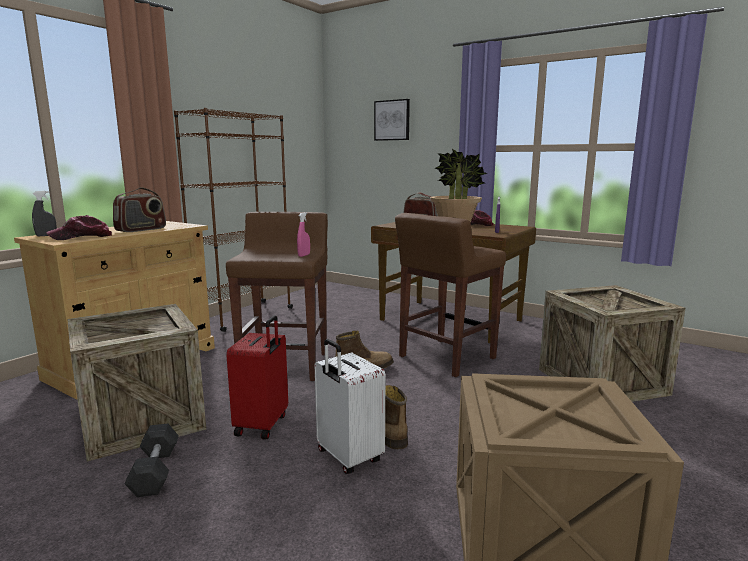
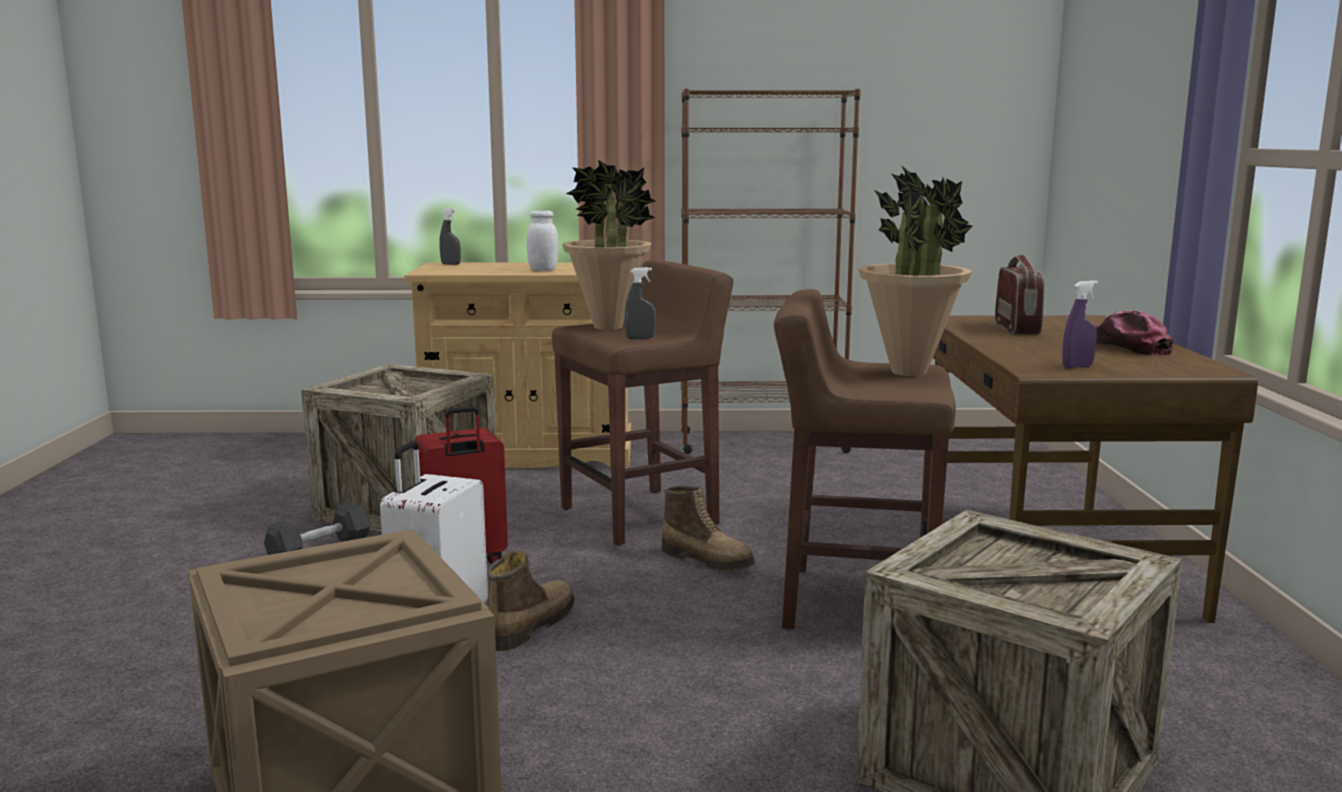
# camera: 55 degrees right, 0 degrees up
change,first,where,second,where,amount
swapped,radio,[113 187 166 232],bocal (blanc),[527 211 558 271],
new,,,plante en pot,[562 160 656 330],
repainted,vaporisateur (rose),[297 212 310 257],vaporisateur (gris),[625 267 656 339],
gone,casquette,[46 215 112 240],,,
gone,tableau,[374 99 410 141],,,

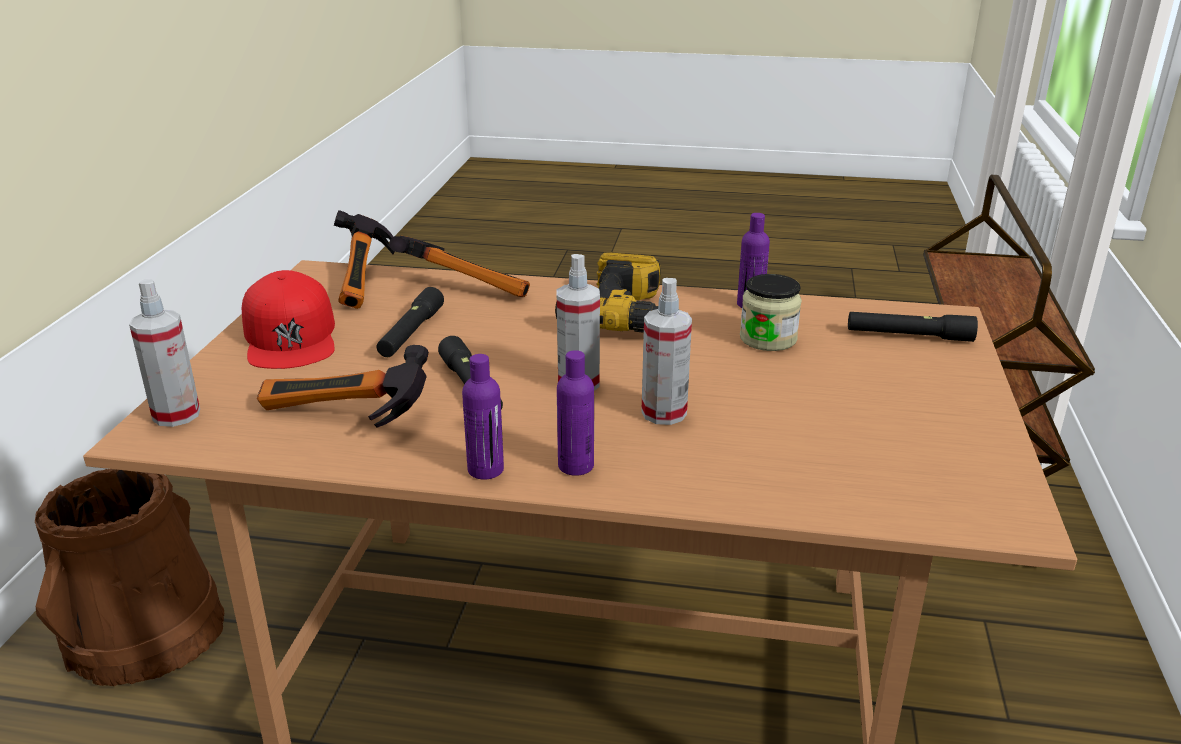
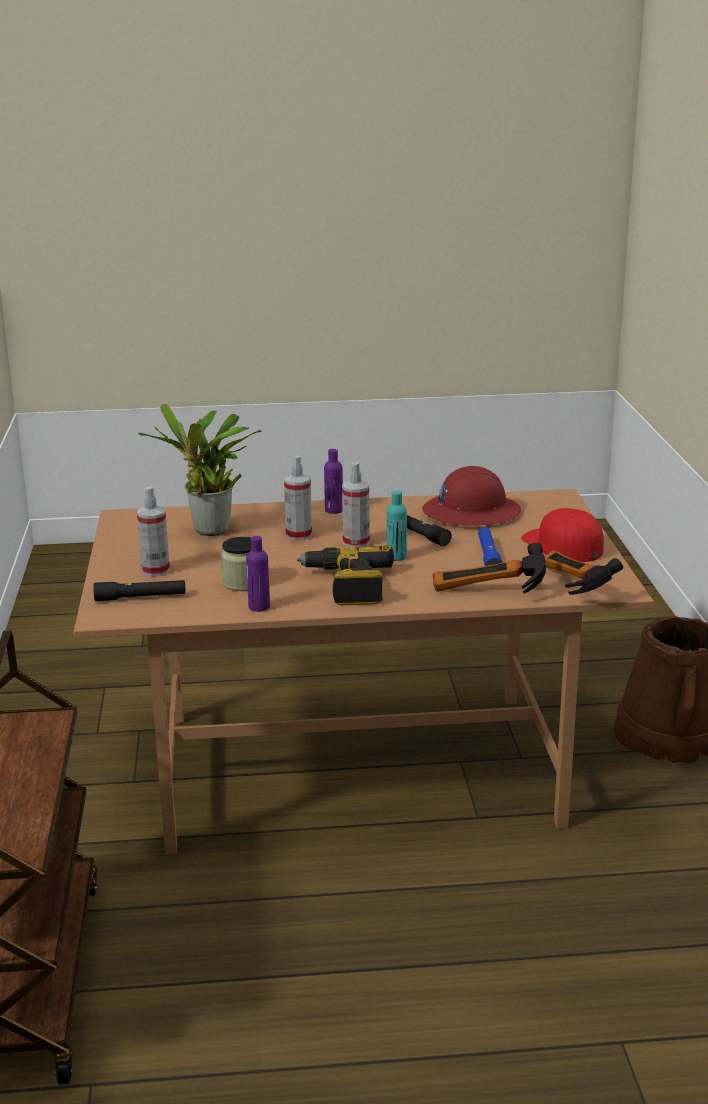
# camera: 165 degrees right, 5 degrees down
change,first,where,second,where,amount
new,,,plante en pot,[137 404 261 536],
shifted,vaporisateur,[129 279 200 427],,[137 486 170 577],
new,,,bouteille (turquoise),[387 491 407 561],
swapped,marteau,[257 345 429 427],casque de chantier (rouge),[422 466 521 526],
repainted,lampe de poche (noir),[377 287 444 357],lampe de poche (bleu),[478 527 503 566],
gone,bouteille (violet),[462 354 504 480],,,

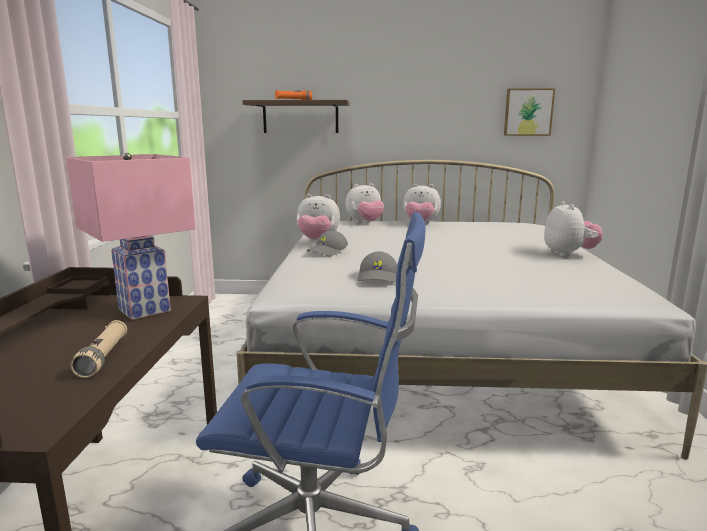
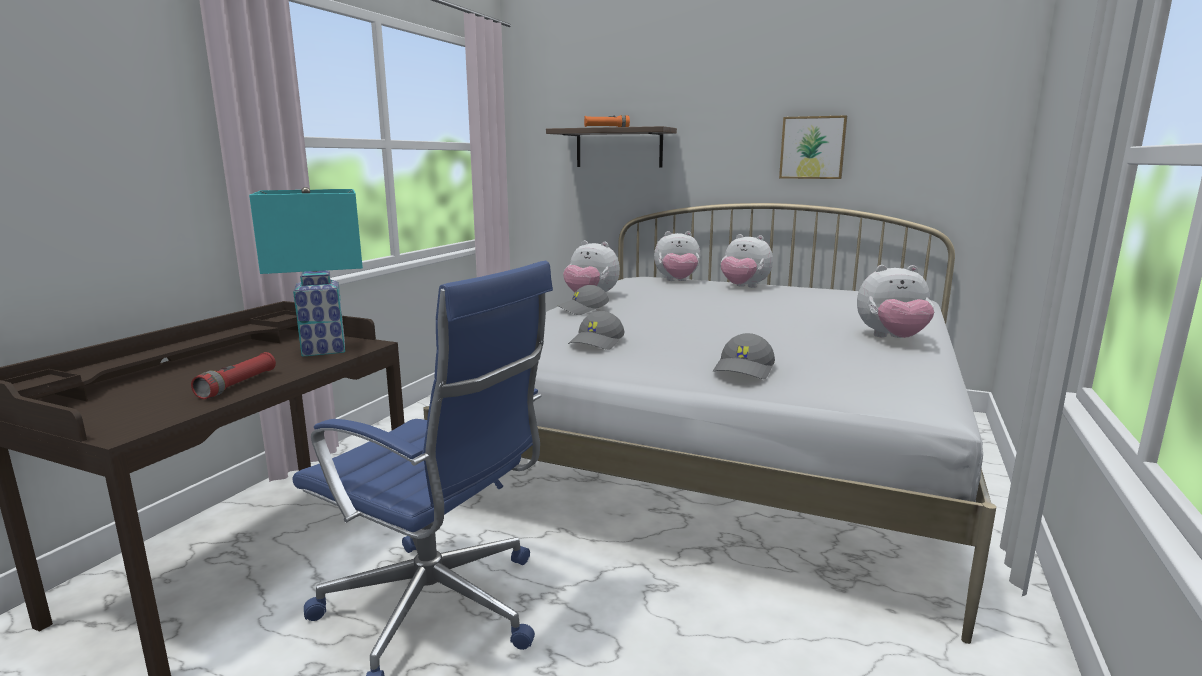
# camera: 20 degrees right, 0 degrees up
change,first,where,second,where,amount
repainted,lampe de poche (beige),[70 320 127 378],lampe de poche (rouge),[191 352 276 399],
repainted,lampe de table (rose),[66 153 196 320],lampe de table (turquoise),[249 187 363 356],
new,,,casquette (gris),[713 333 775 379],
shifted,tableau,[504 88 555 136],,[779 115 847 179],
rotated,peluche,[544 201 603 257],,[857 265 934 338],75 degrees clockwise

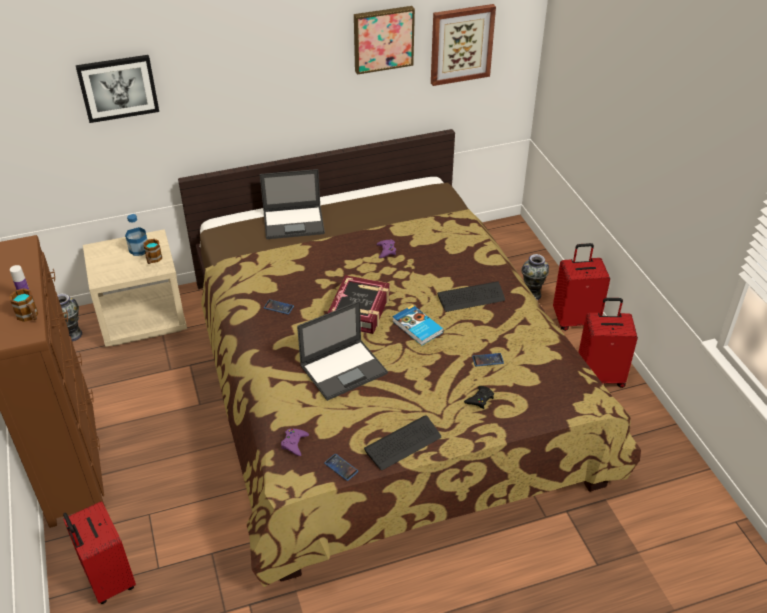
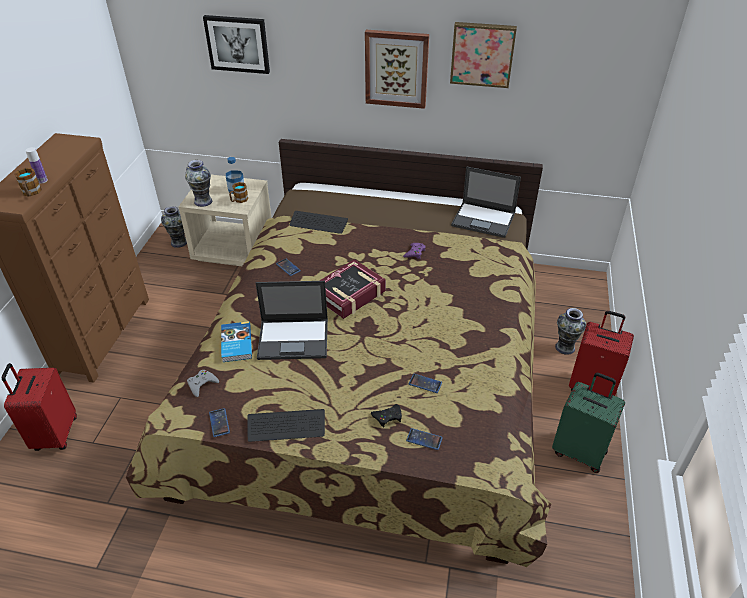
# camera: 30 degrees right, 0 degrees up
change,first,where,second,where,amount
new,,,vase,[185 160 212 207],
repainted,manette (violet),[281 429 309 456],manette (gris),[187 370 219 397],
shifted,livre,[392 305 443 345],,[221 321 252 362],
shifted,clavier,[437 281 505 312],,[290 211 348 234],
shifted,tableau,[431 4 496 86],,[365 30 429 109],
new,,,téléphone,[406 428 443 450],
shifted,ordinateur portable,[260 169 325 239],,[451 166 521 238],
repainted,valise (rouge),[578 298 638 388],valise (vert),[552 373 625 473],

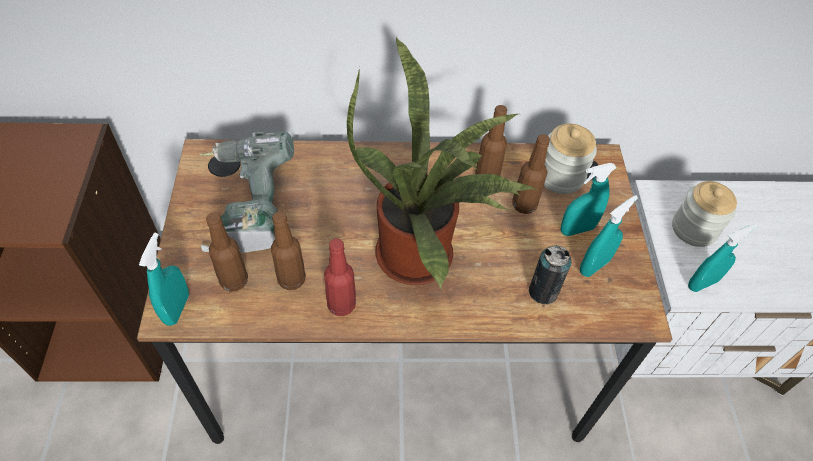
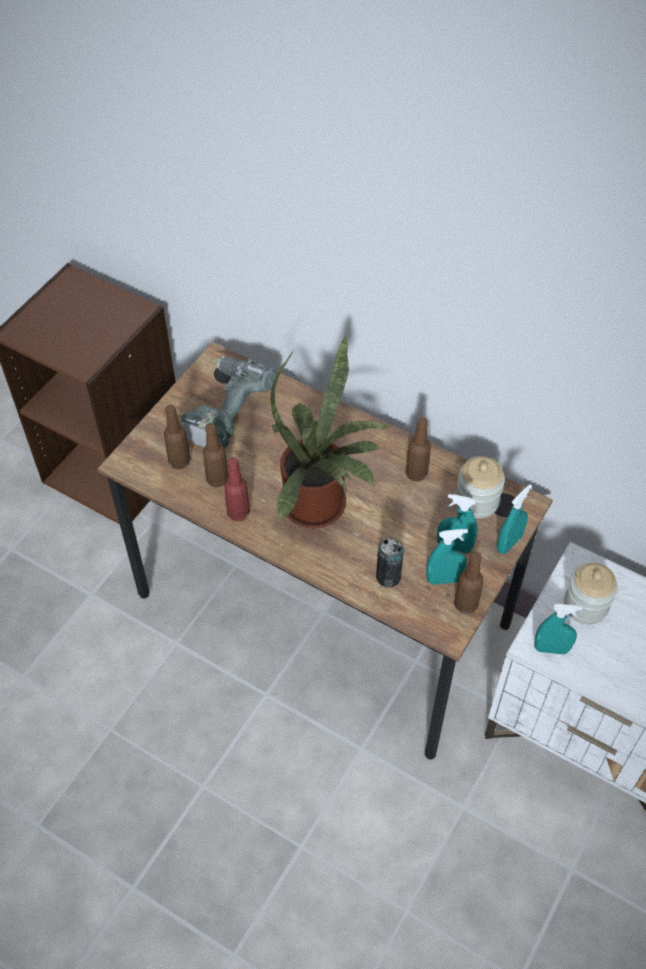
# camera: 35 degrees right, 0 degrees up
change,first,where,second,where,amount
shifted,bouteille (marron),[512 134 550 214],,[454 552 483 614],
shifted,vaporisateur (turquoise),[139 233 189 326],,[497 484 532 554],

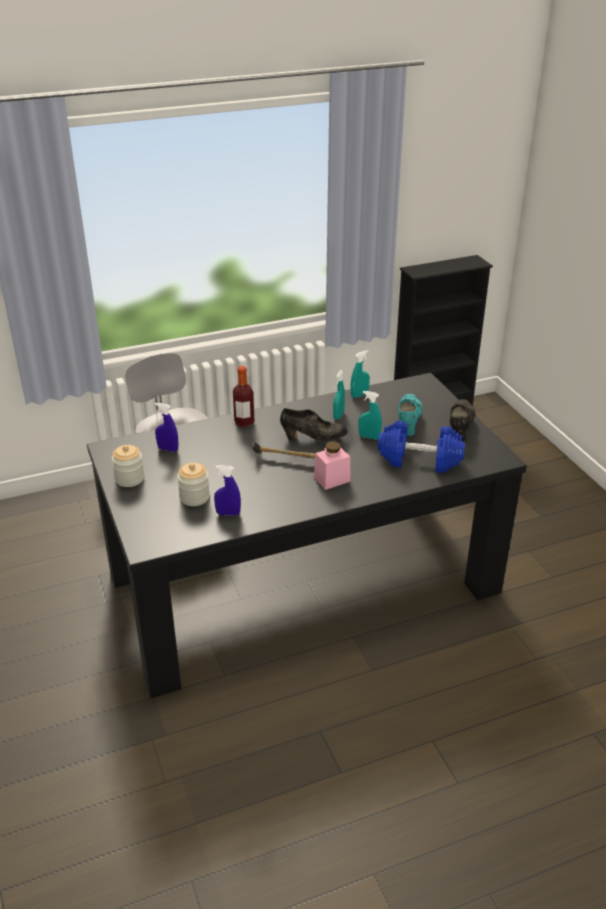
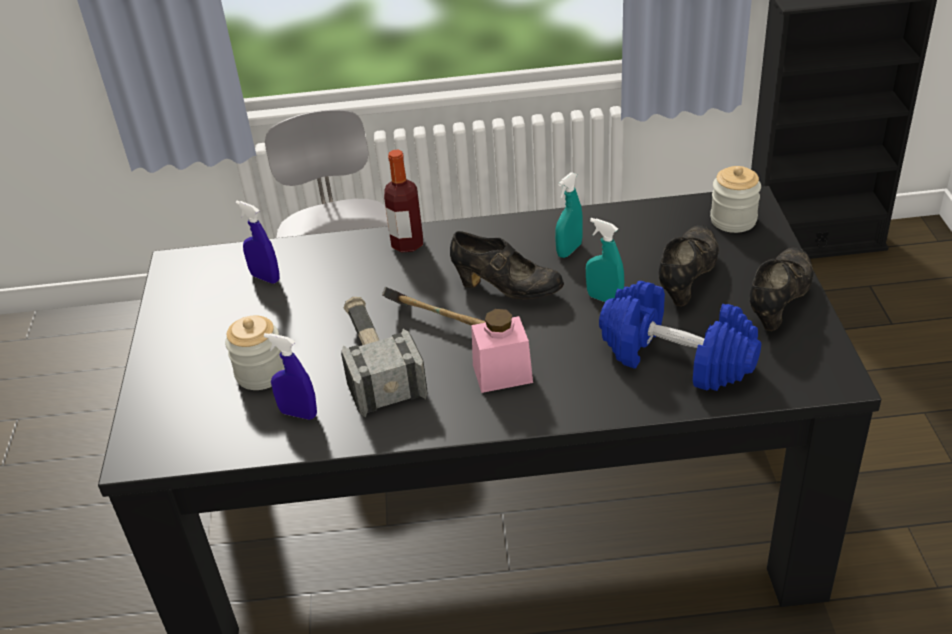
# camera: 20 degrees right, 5 degrees up
change,first,where,second,where,amount
new,,,marteau,[341 297 427 418],
repainted,chaussure (turquoise),[398 394 423 436],chaussure (noir),[659 225 719 306],
shifted,bocal,[112 445 145 487],,[710 166 761 233],
gone,vaporisateur (turquoise),[351 350 370 398],,,

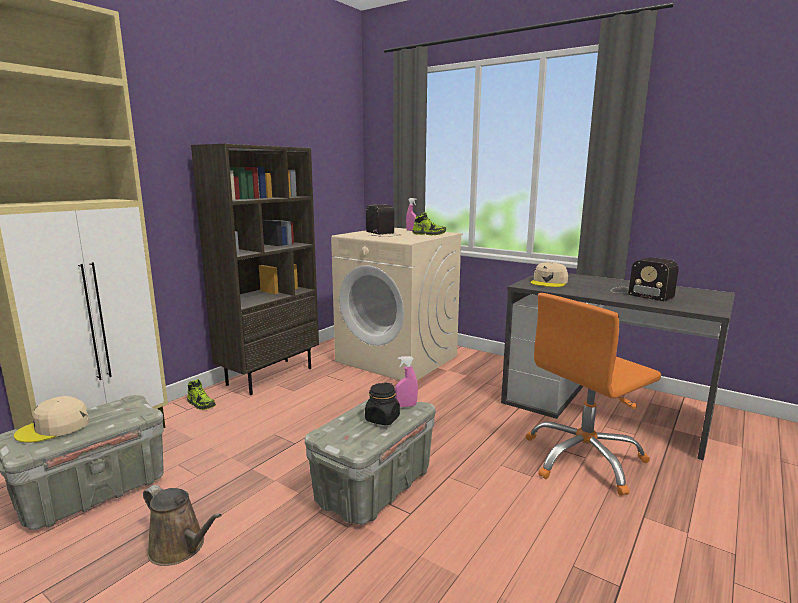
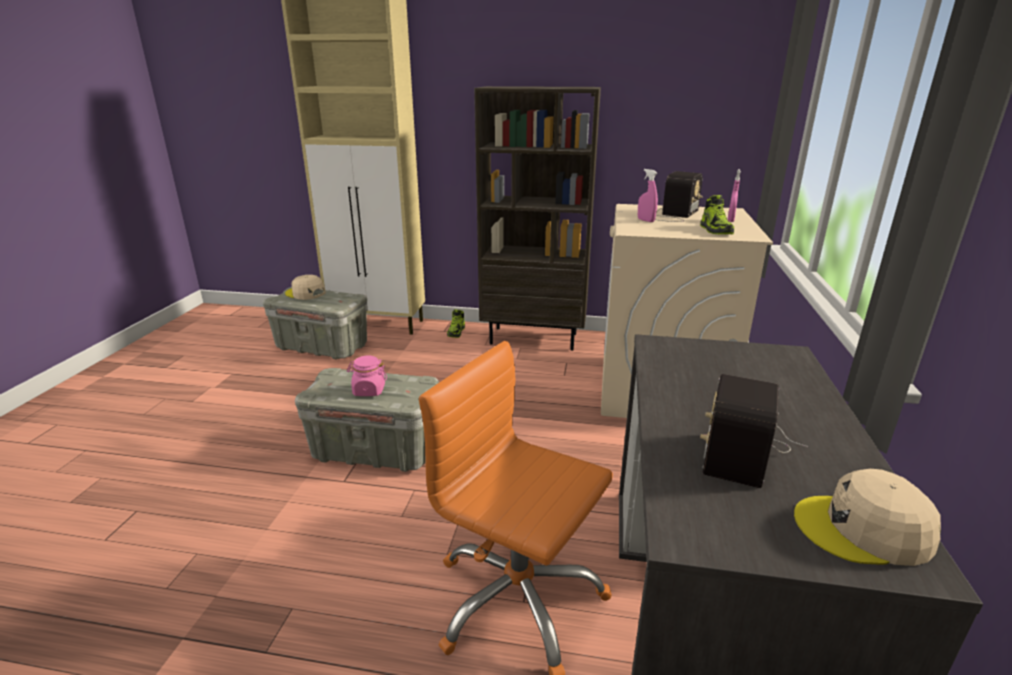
# camera: 65 degrees right, 10 degrees up
change,first,where,second,where,amount
repainted,bocal (noir),[365 382 400 425],bocal (rose),[347 356 387 396],
shifted,vaporisateur (rose),[395 356 418 407],,[638 169 658 222],
shifted,casquette (beige),[531 262 568 287],,[794 469 941 566],
gone,arrosoir (marron),[143 485 222 566],,,

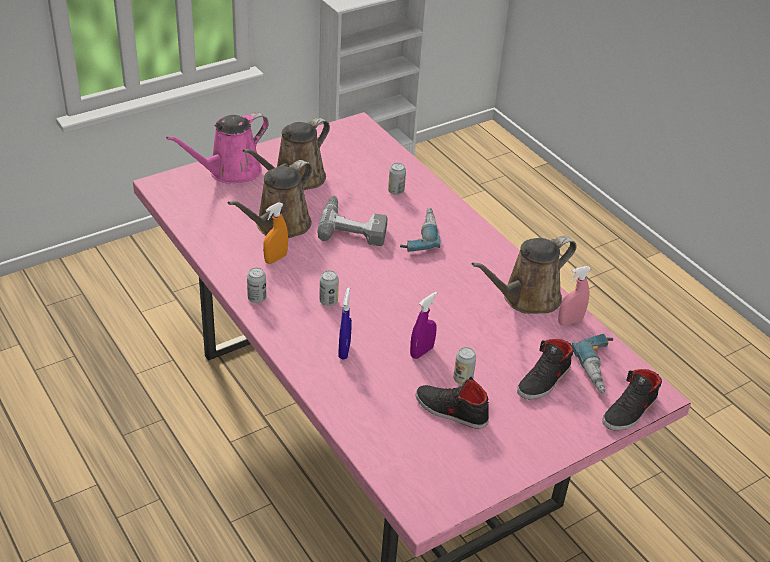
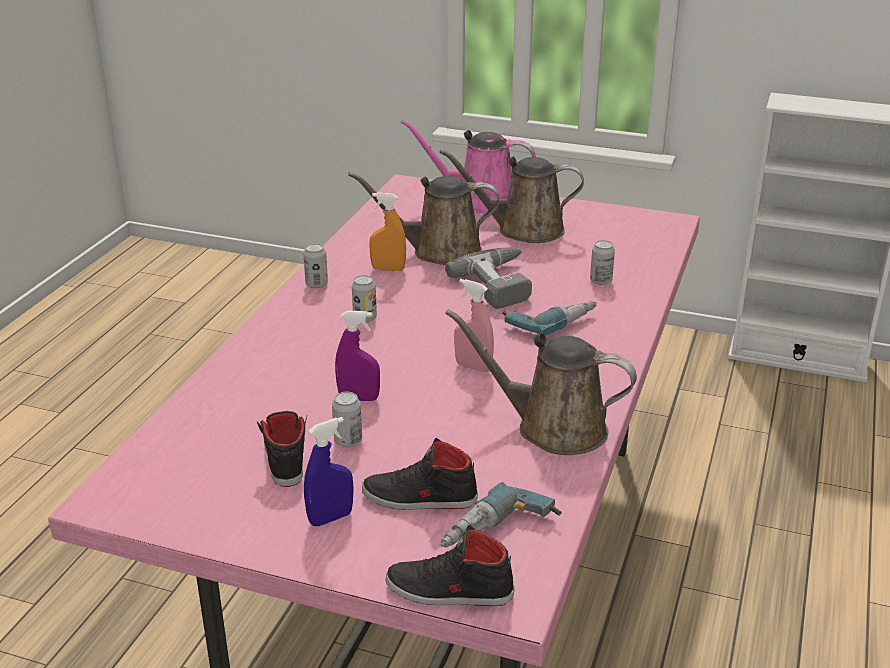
# camera: 55 degrees right, 10 degrees down
change,first,where,second,where,amount
shifted,vaporisateur (bleu),[338 288 352 360],,[304 417 354 526],
shifted,vaporisateur (rose),[558 266 591 325],,[454 279 494 372],

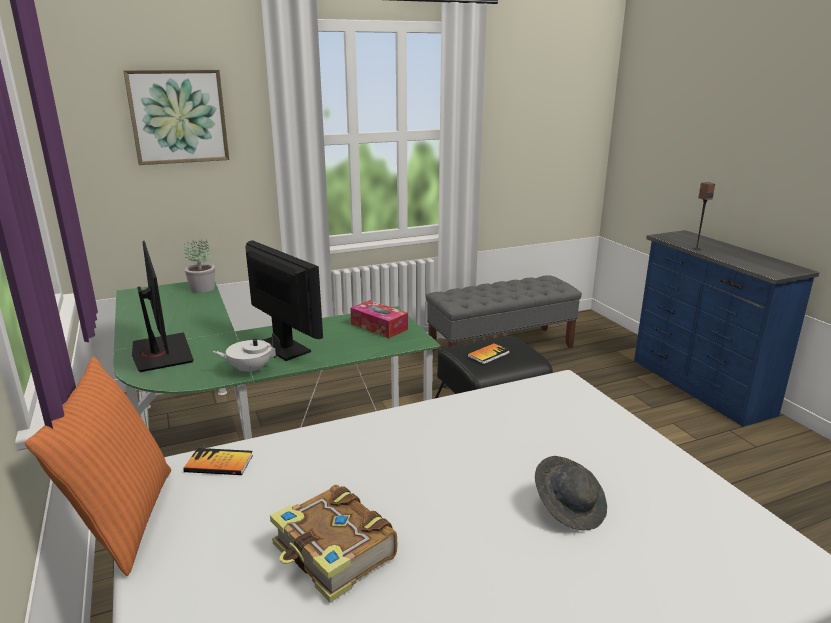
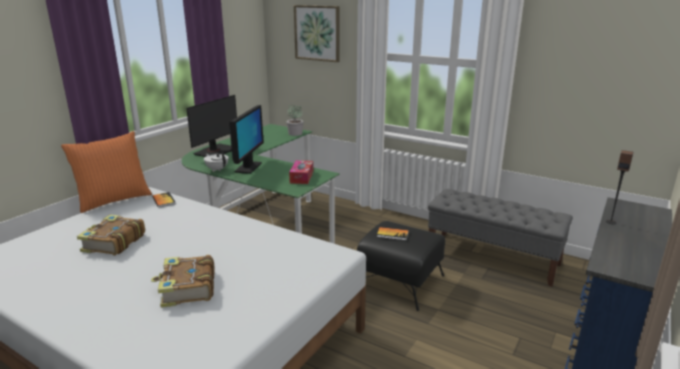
# camera: 55 degrees right, 0 degrees up
change,first,where,second,where,amount
swapped,chapeau (gris),[535 456 607 531],livre,[151 255 215 308],

